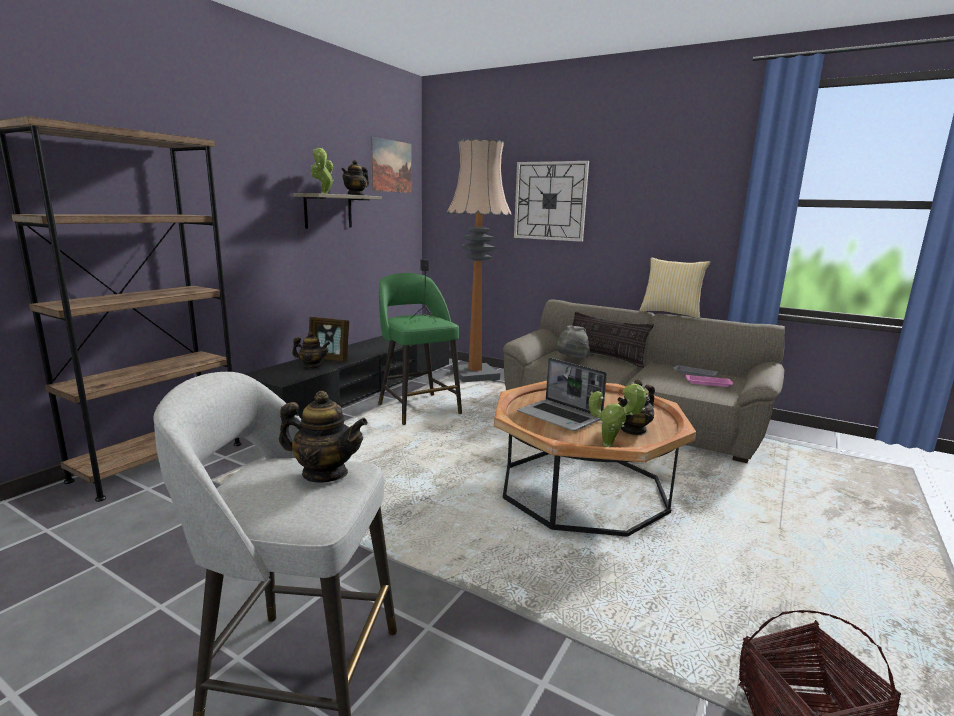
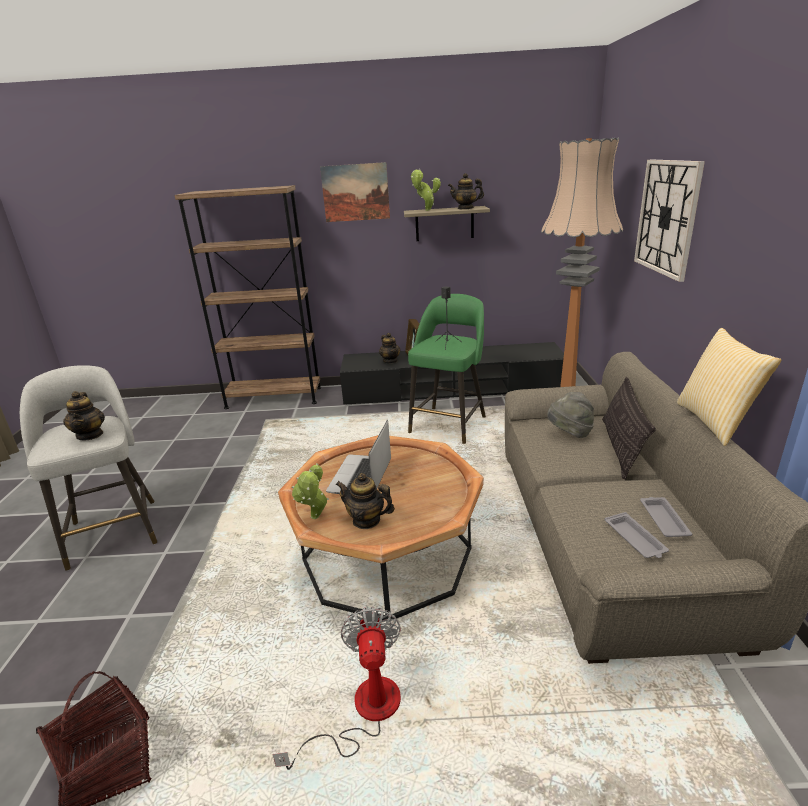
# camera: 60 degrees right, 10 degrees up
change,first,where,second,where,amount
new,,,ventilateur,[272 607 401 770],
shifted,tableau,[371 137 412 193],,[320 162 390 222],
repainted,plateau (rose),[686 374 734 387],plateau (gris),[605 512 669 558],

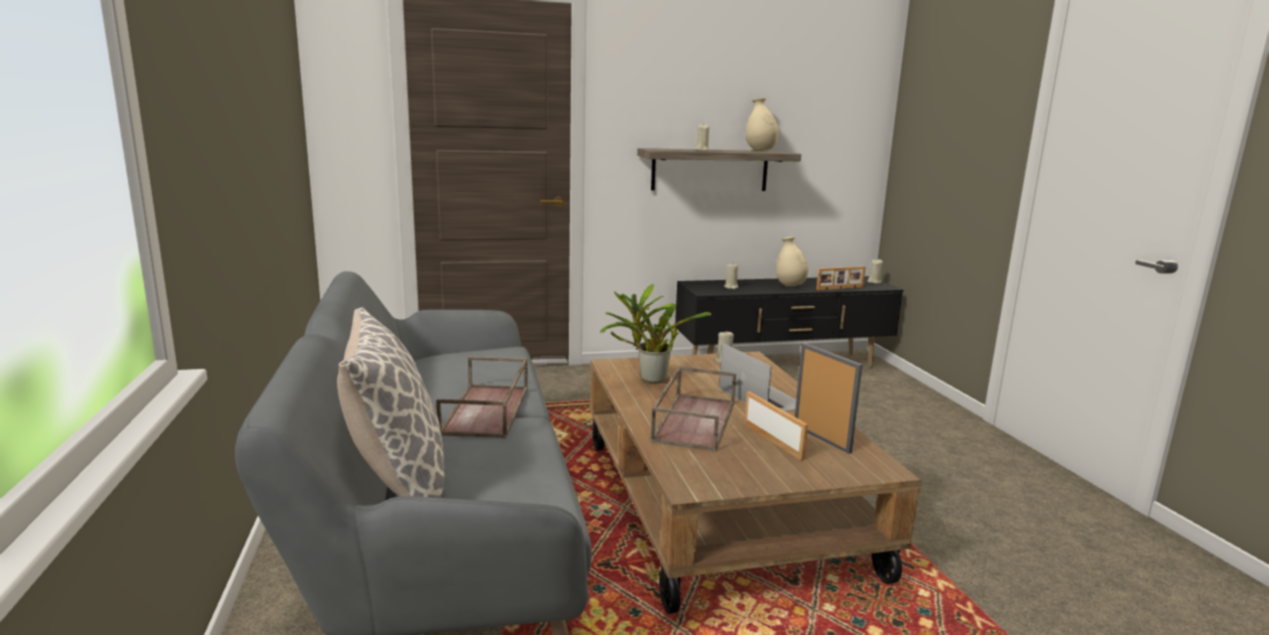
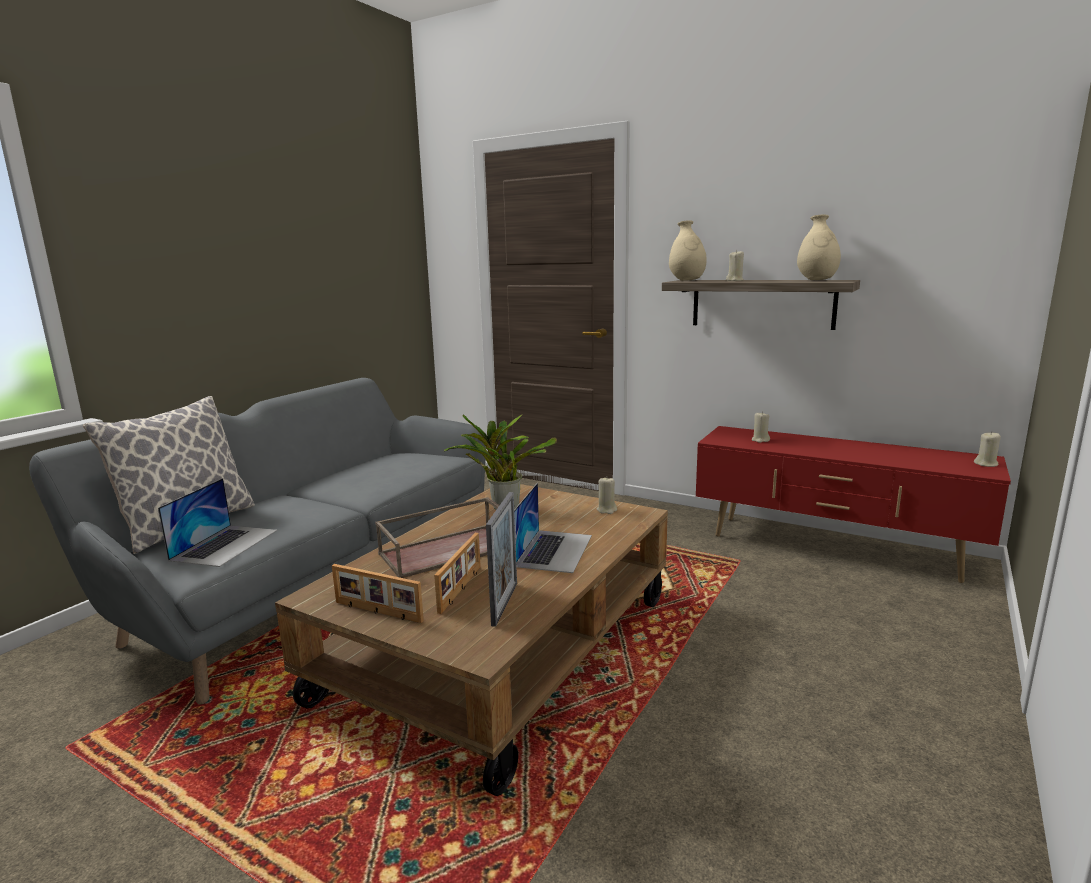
# camera: 45 degrees right, 0 degrees up
change,first,where,second,where,amount
new,,,ordinateur portable,[158 478 277 567],
shifted,cadre photo,[817 266 866 290],,[332 564 424 623],
shifted,vase (beige),[776 236 809 287],,[669 220 707 281],
repainted,meuble télé (noir),[675 276 903 368],meuble télé (rouge),[696 426 1011 583],
gone,plateau (marron),[437 356 528 438],,,

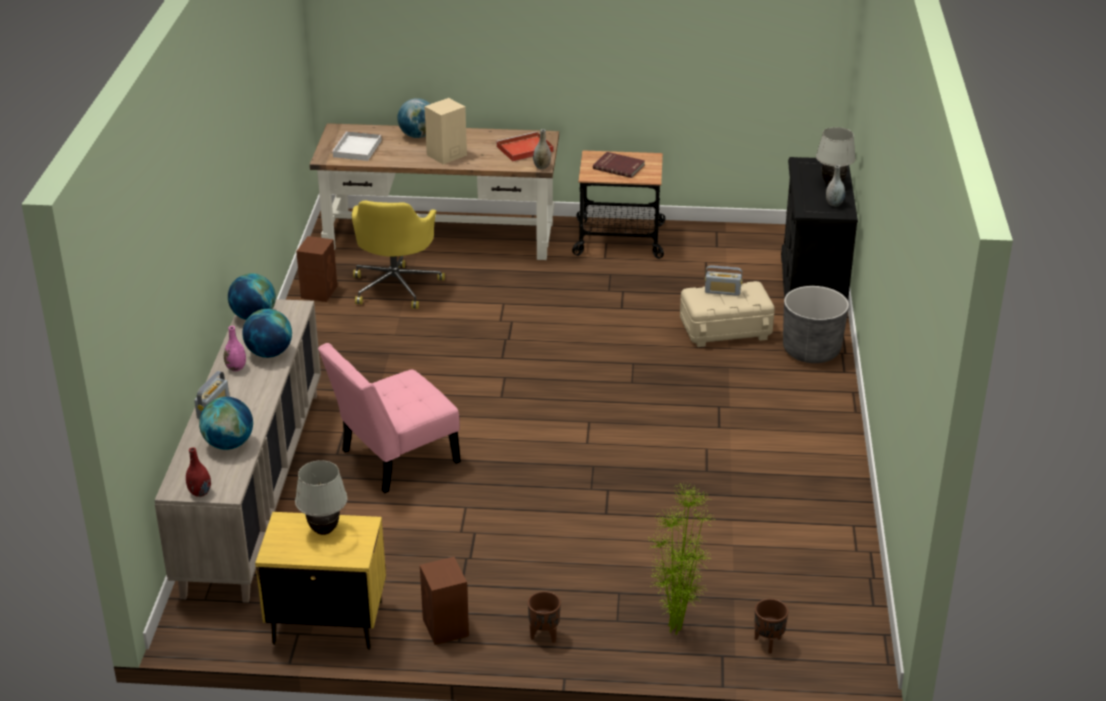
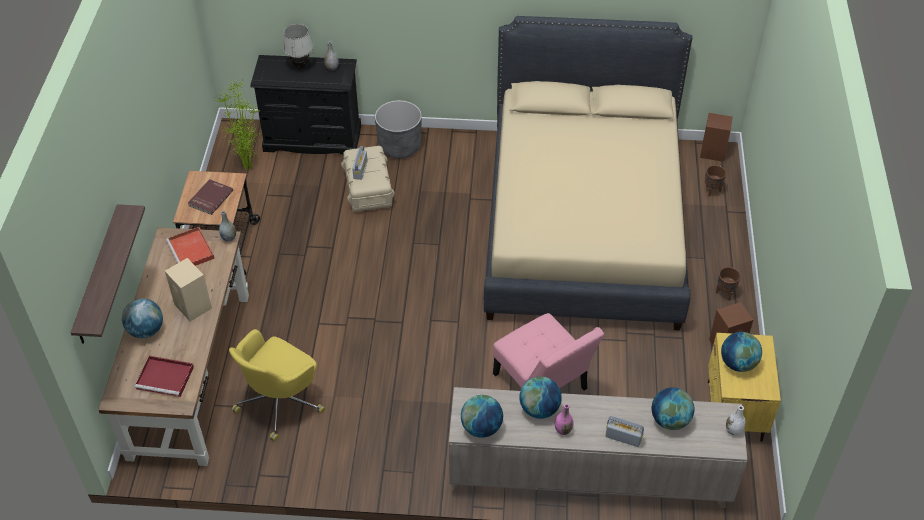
# camera: 90 degrees left, 15 degrees up
change,first,where,second,where,amount
new,,,étagère,[70 204 145 344],
repainted,plateau (blanc),[331 131 382 161],plateau (rouge),[135 356 194 397],
shifted,plante en pot,[648 483 715 635],,[215 79 261 170],
rotated,chaise de bureau (jaune),[352 200 445 309],,[229 329 325 441],120 degrees clockwise
new,,,lit (beige),[484 16 692 330],
shifted,enceinte (marron),[296 236 337 302],,[700 113 733 162],
swapped,lampe de table (blanc),[295 460 347 535],globe,[721 332 762 372],
repainted,vase (rouge),[186 447 211 497],vase (blanc),[726 405 746 435],

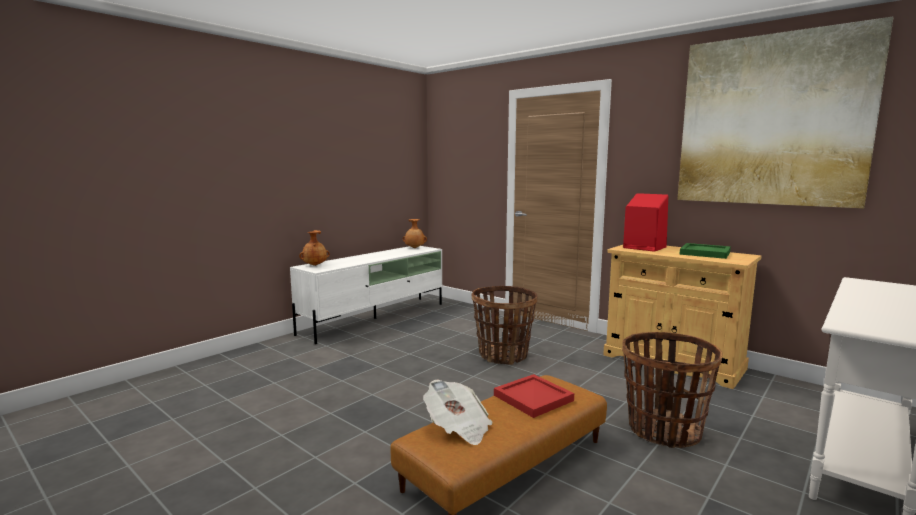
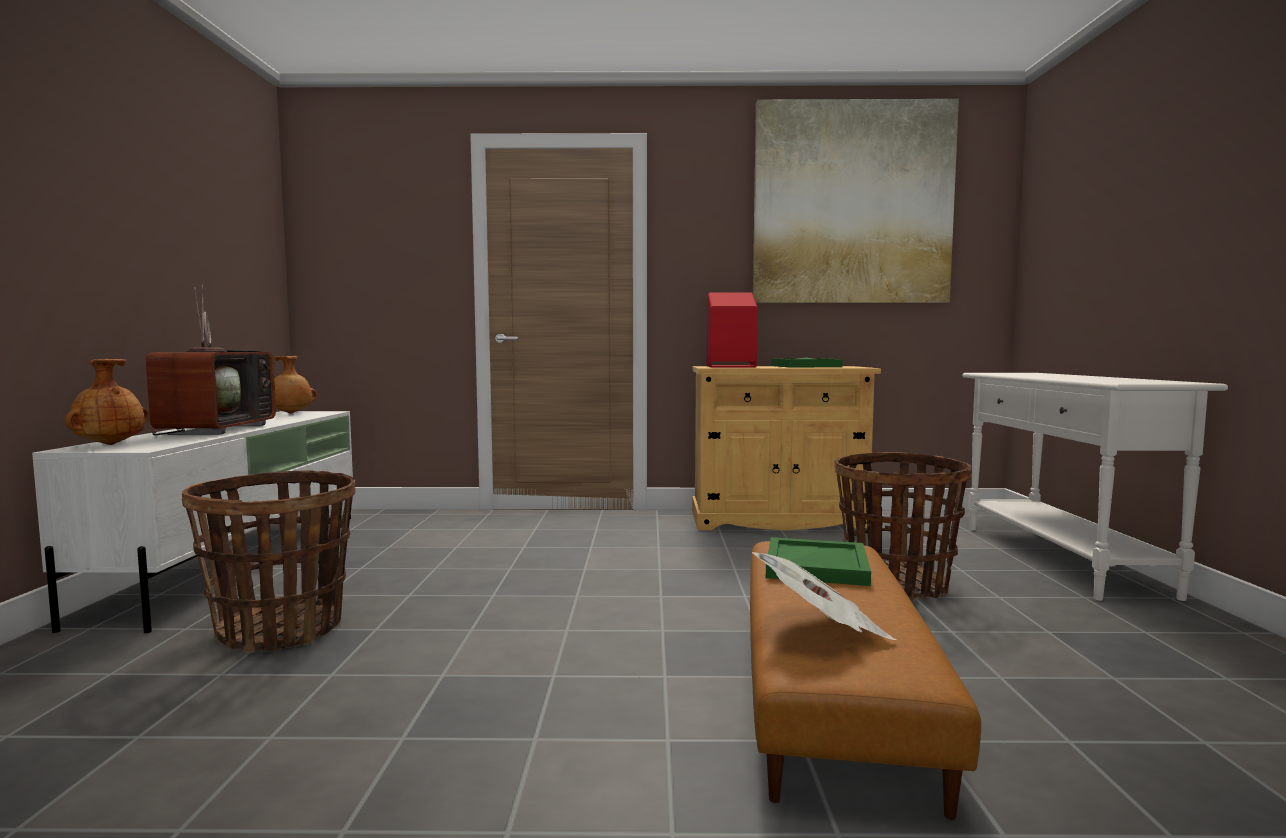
# camera: 40 degrees left, 5 degrees down
change,first,where,second,where,amount
new,,,téléviseur,[146 285 276 435],
shifted,panier,[472 286 537 365],,[182 470 355 653],
repainted,plateau (rouge),[494 374 574 418],plateau (vert),[766 537 871 586],

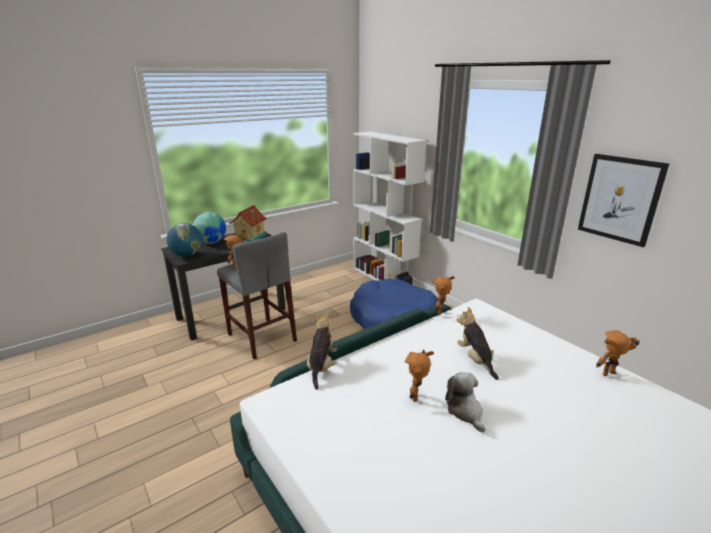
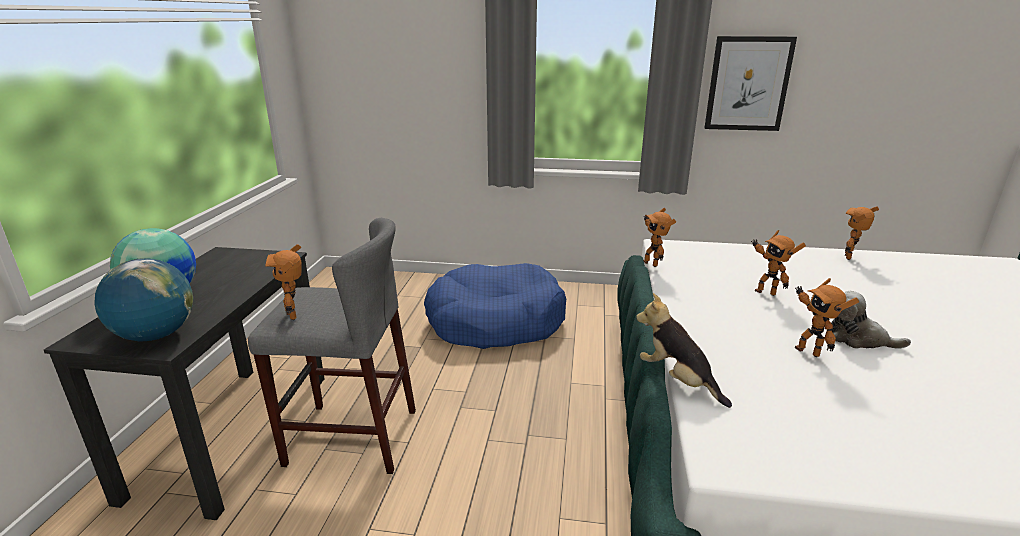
# camera: 45 degrees left, 0 degrees up
change,first,where,second,where,amount
swapped,peluche,[457 307 499 380],robot jouet,[751 230 806 296],
gone,maison miniature,[229 205 267 242],,,
gone,bibliothèque (blanc),[353 131 427 284],,,

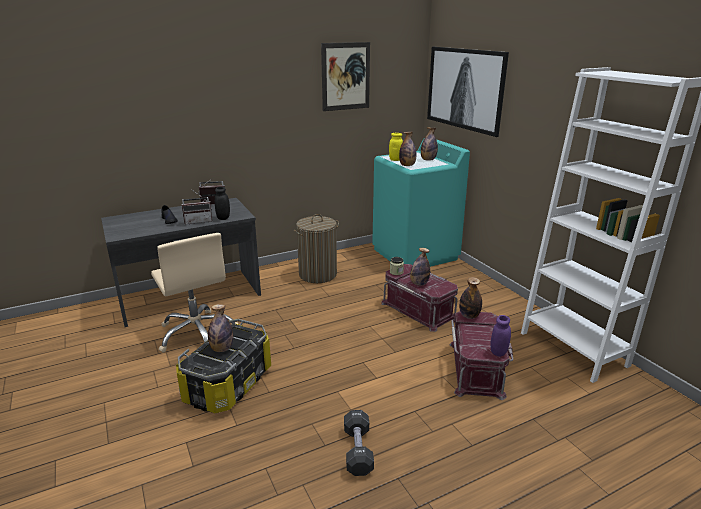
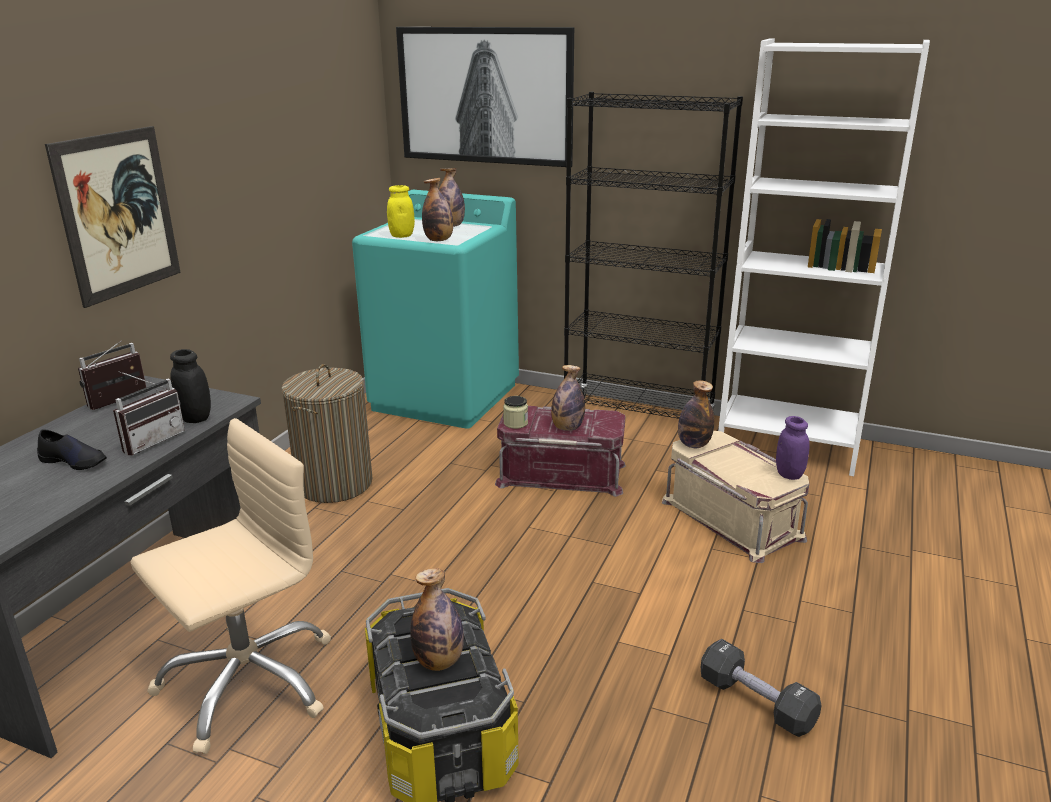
# camera: 40 degrees left, 0 degrees up
change,first,where,second,where,amount
shifted,tableau,[321 42 370 111],,[45 126 181 308],
rotated,chaise de bureau (beige),[151 233 238 353],,[130 418 331 754],60 degrees counterclockwise
new,,,bibliothèque (noir),[564 92 743 419],
repainted,boîte de rangement (rouge),[450 311 513 400],boîte de rangement (beige),[662 431 809 563],

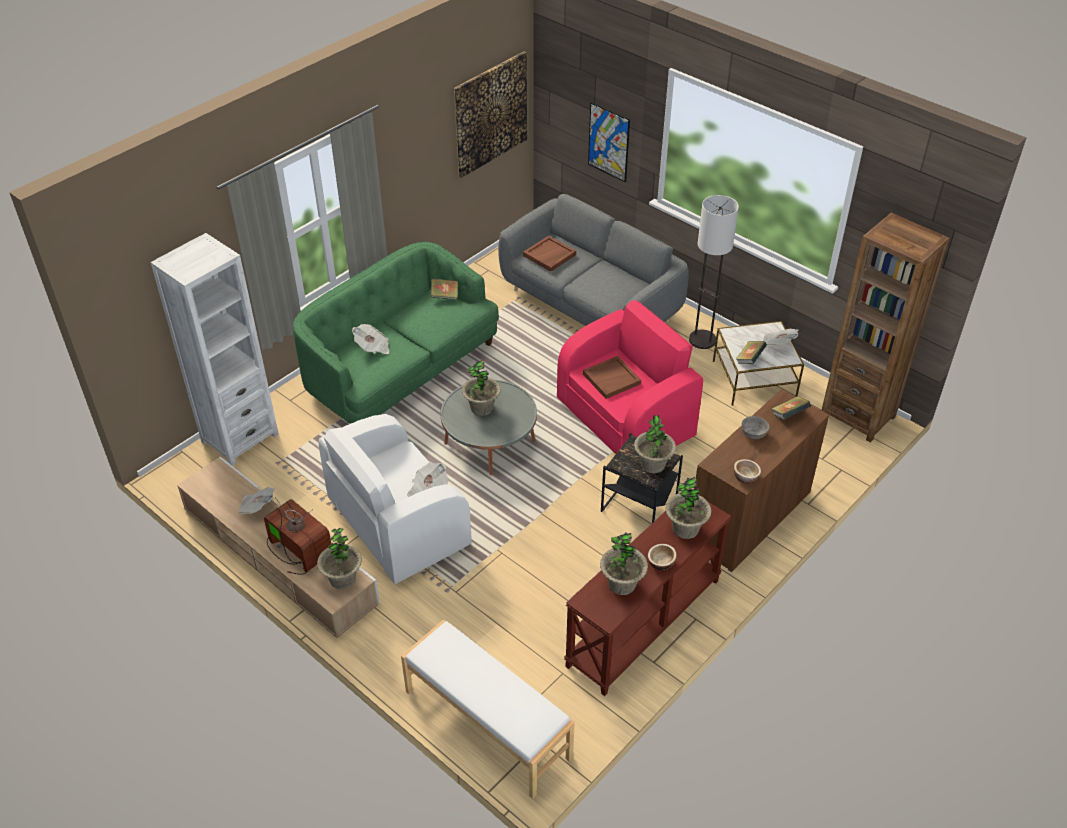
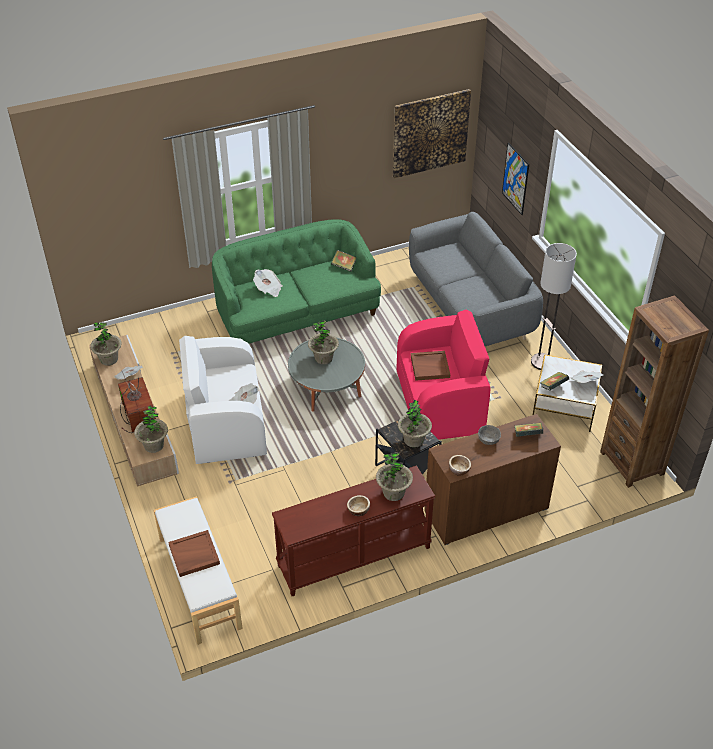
# camera: 25 degrees right, 0 degrees up
change,first,where,second,where,amount
shifted,plante en pot,[600 532 648 595],,[90 322 122 366],
shifted,plateau (marron),[523 236 576 272],,[168 530 220 577],
gone,bibliothèque (blanc),[151 233 279 466],,,

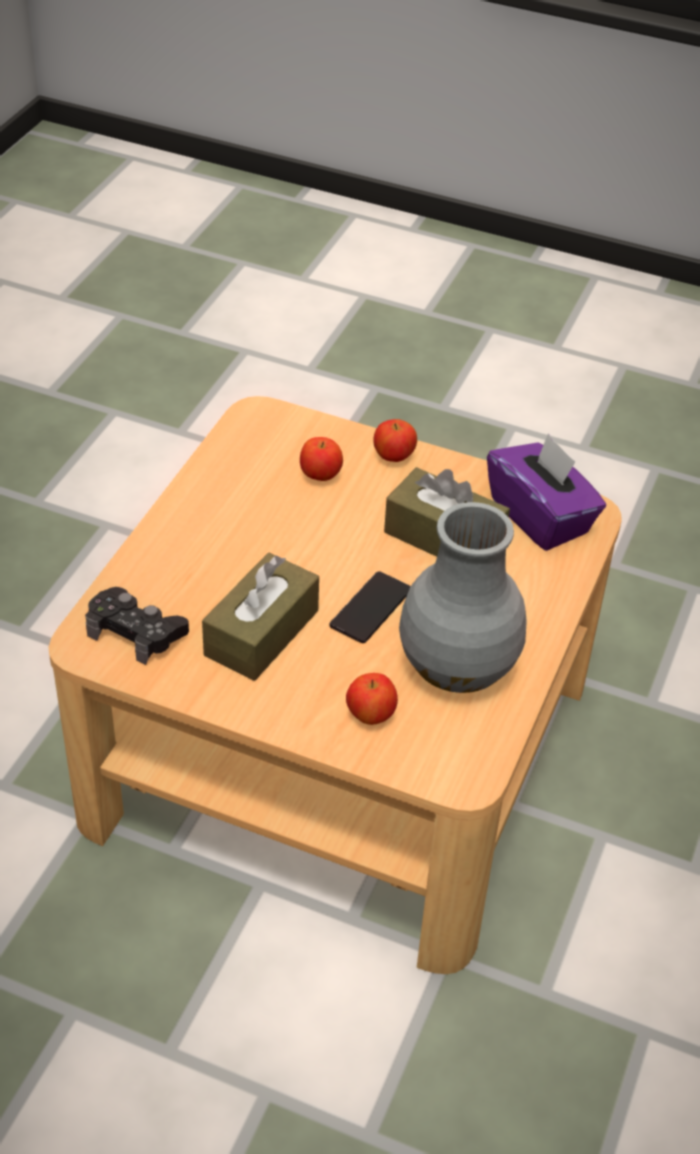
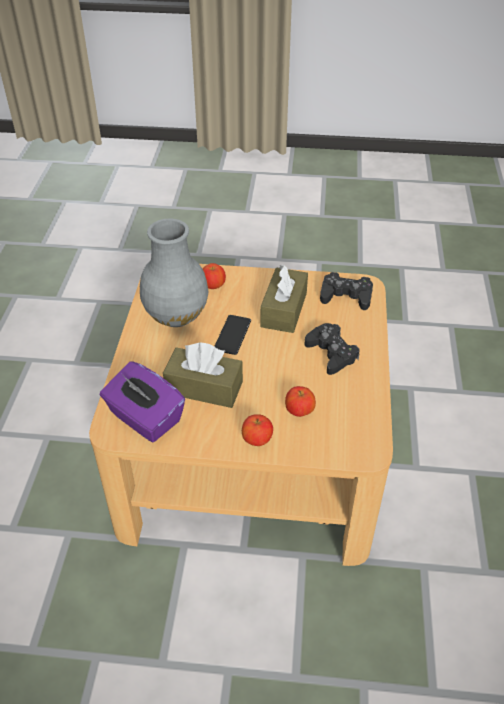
# camera: 165 degrees right, 0 degrees up
change,first,where,second,where,amount
new,,,manette (noir),[304 323 360 375],

